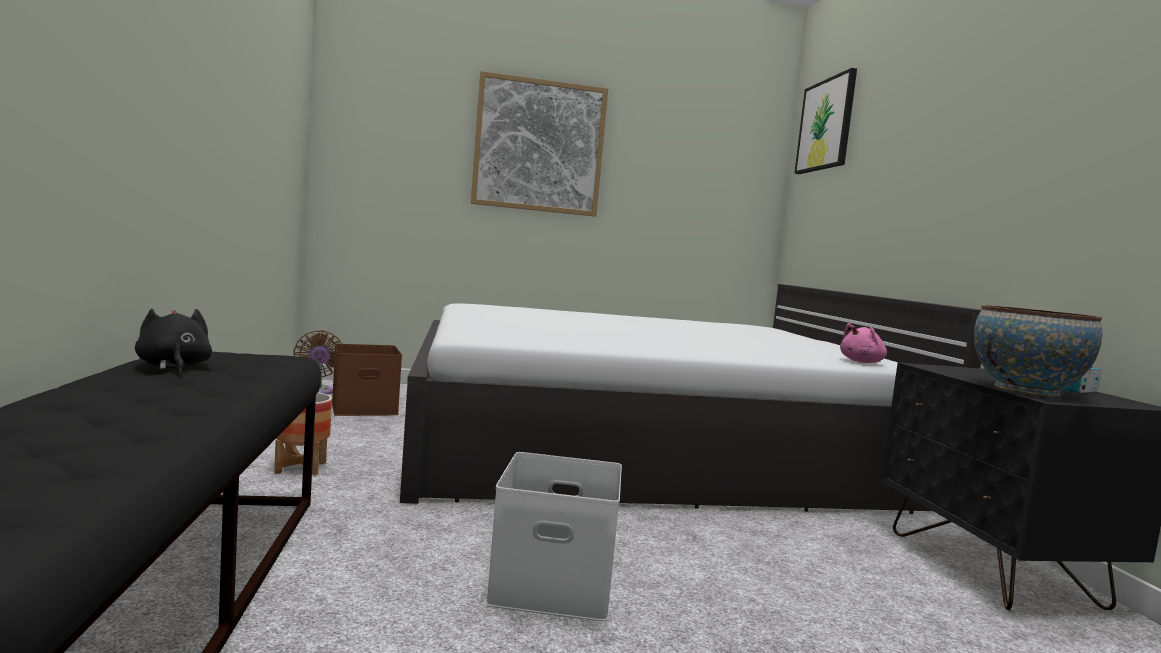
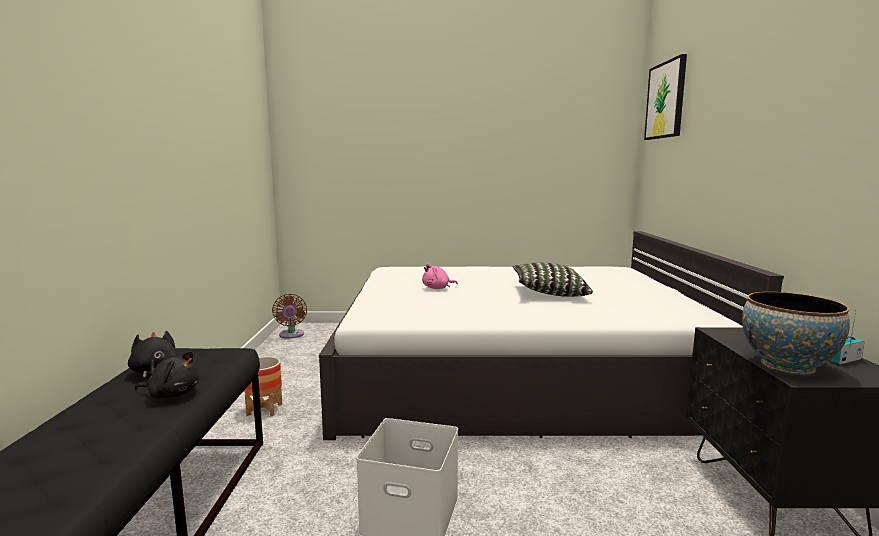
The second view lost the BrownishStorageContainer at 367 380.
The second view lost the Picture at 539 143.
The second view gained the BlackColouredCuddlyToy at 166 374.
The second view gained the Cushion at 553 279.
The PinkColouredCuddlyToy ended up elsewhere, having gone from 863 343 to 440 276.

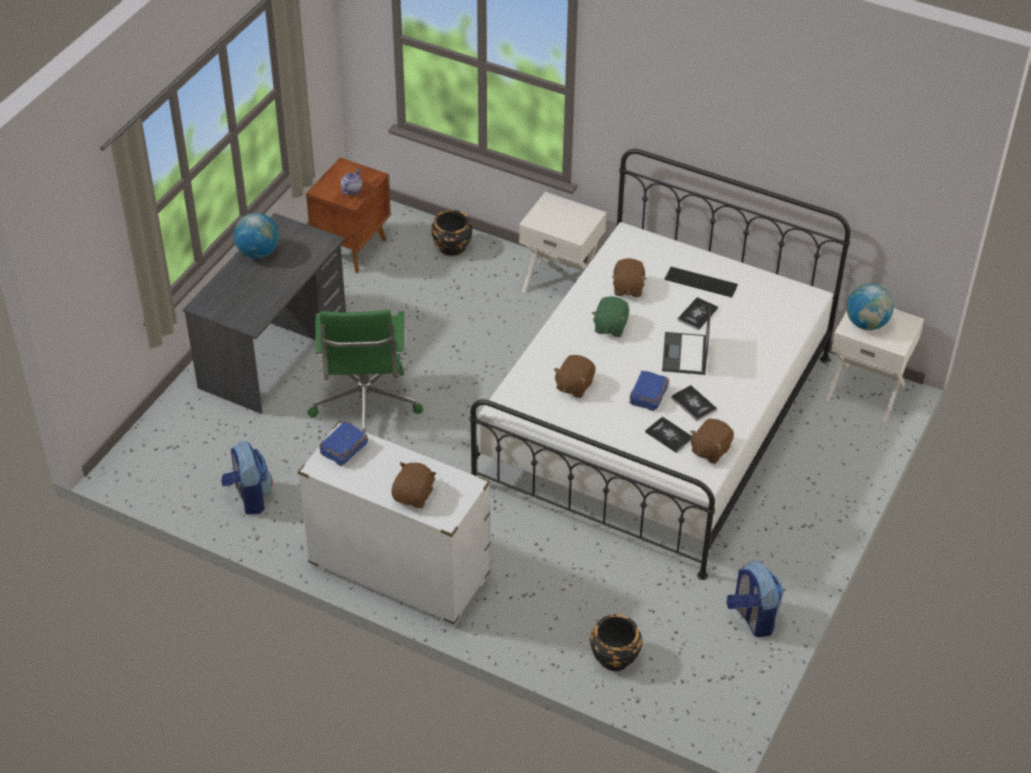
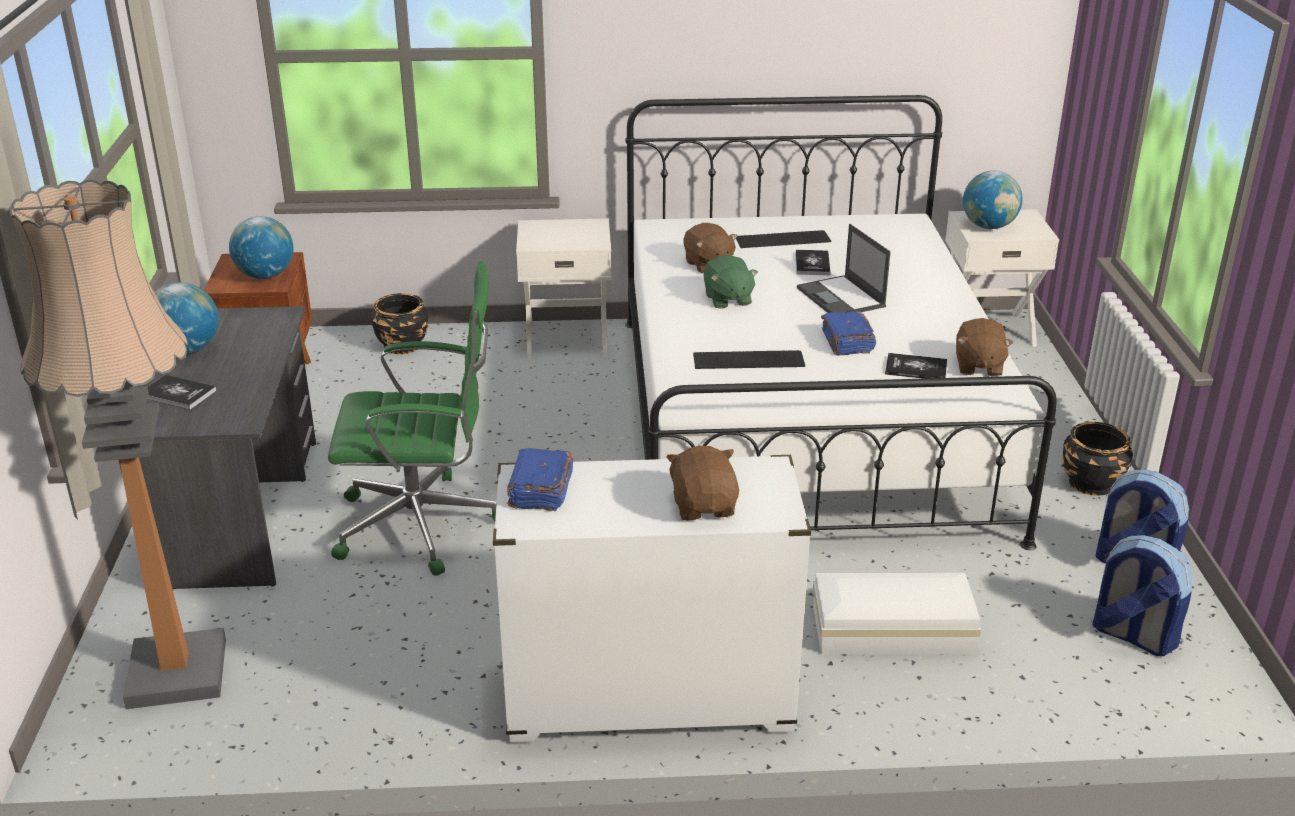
The second view gained the StandardLamp at 117 444.
The second view gained the WhitishStorageContainer at 897 613.
The Knapsack ended up elsewhere, having gone from 247 478 to 1143 595.
The BlackColouredPlanter ended up elsewhere, having gone from 616 642 to 1098 459.
The Book ended up elsewhere, having gone from 694 403 to 181 392.
Where the Teapot stood at 351 181, the WorldGlobe came to stand at 261 247.
Where the BrownishCuddlyToy stood at 574 376, the Keyboard came to stand at 749 359.
The GreenishDeskChair at 365 371 ended up facing another way, 60 degrees counterclockwise from before.

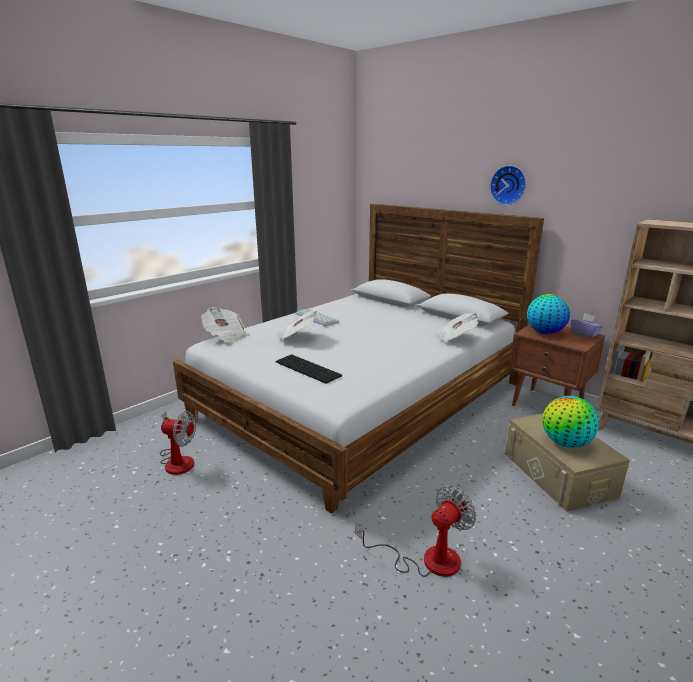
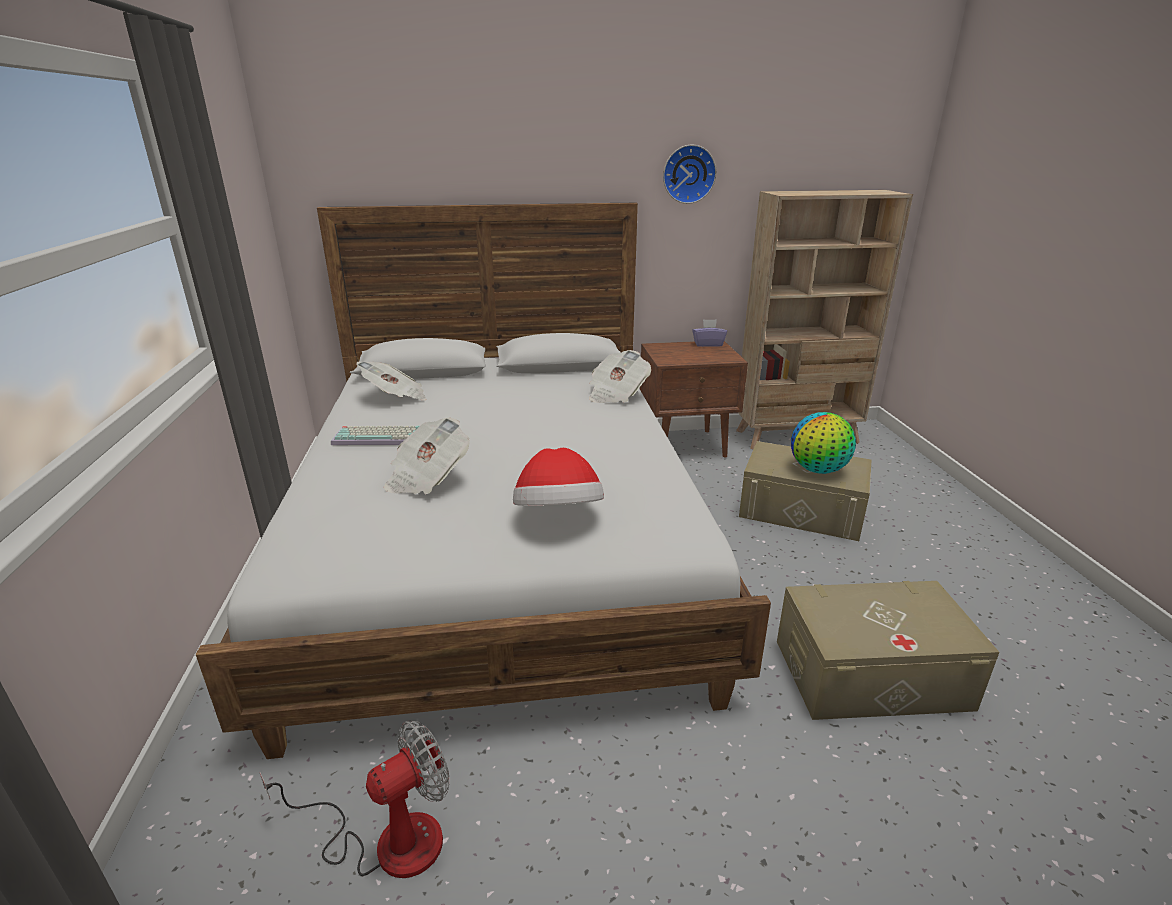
The second view lost the WorldGlobe at 548 314.
The PrintedPaper ended up elsewhere, having gone from 223 325 to 391 381.
The ClockOnTheWall ended up elsewhere, having gone from 508 185 to 689 174.
Where the Keyboard stood at 309 369, the Hat came to stand at 558 477.
Where the ElectricFan stood at 415 531, the BeigeStorageContainer came to stand at 888 650.

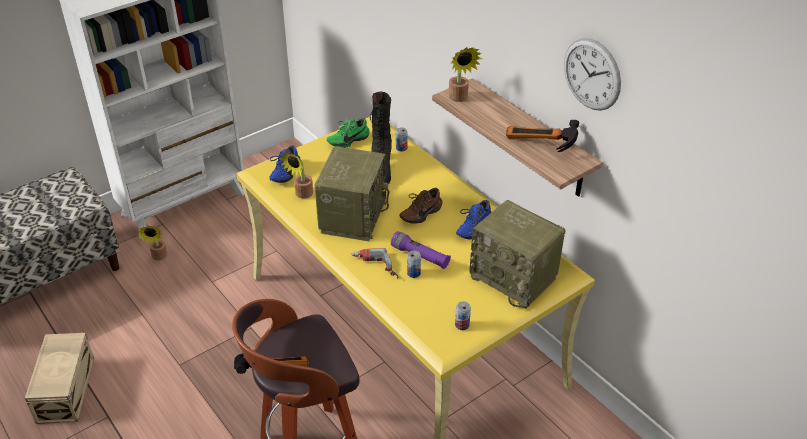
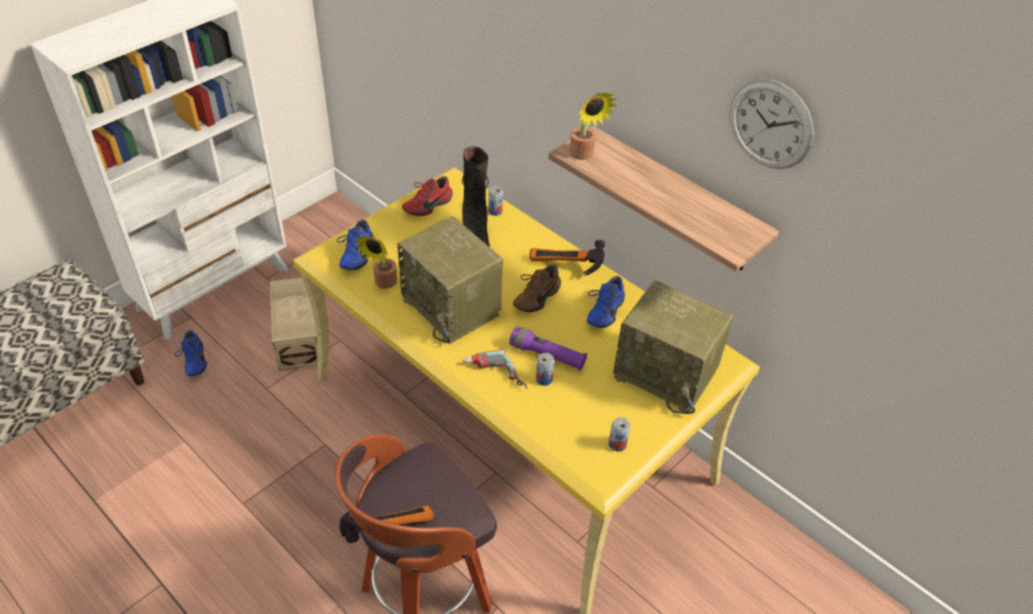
The BeigeStorageContainer ended up elsewhere, having gone from 59 378 to 294 324.
The HandHammer ended up elsewhere, having gone from 542 136 to 567 258.
Where the Houseplant stood at 152 243, the BluishItemOfFootwear came to stand at 191 353.
What was the GreenishItemOfFootwear at 348 133 turned into the RedColouredItemOfFootwear at 427 196.
The RadioReceiver at 352 193 ended up facing another way, 135 degrees clockwise from before.

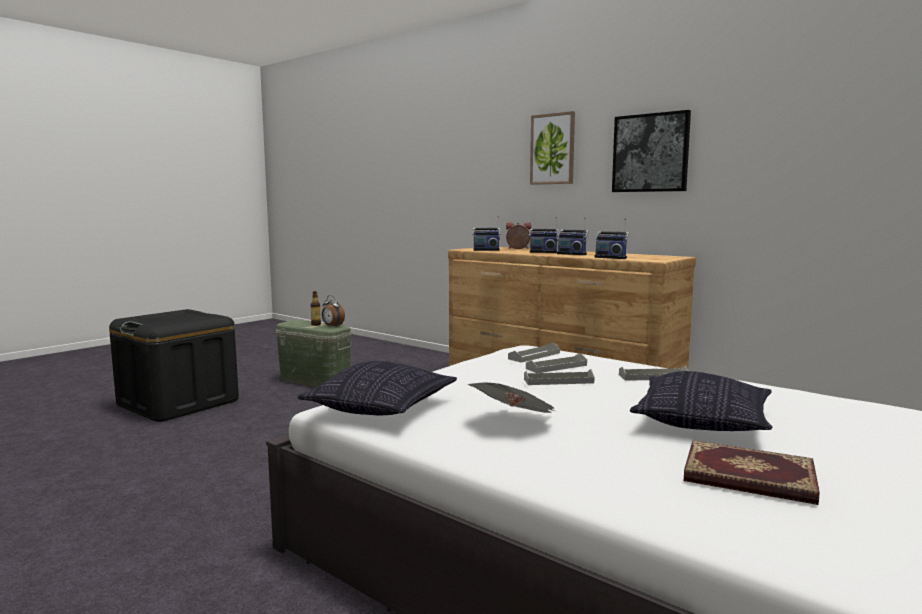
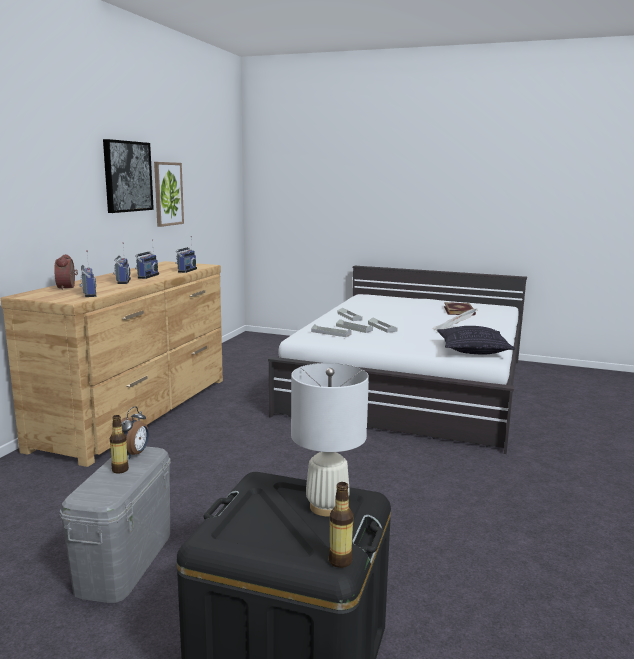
The second view lost the Cushion at 701 401.
The second view gained the WhitishLampForATable at 330 440.
The second view gained the Bottle at 341 525.
The Picture ended up elsewhere, having gone from 552 148 to 169 194.
What was the GreenishStorageContainer at 314 353 turned into the GreyishStorageContainer at 115 525.

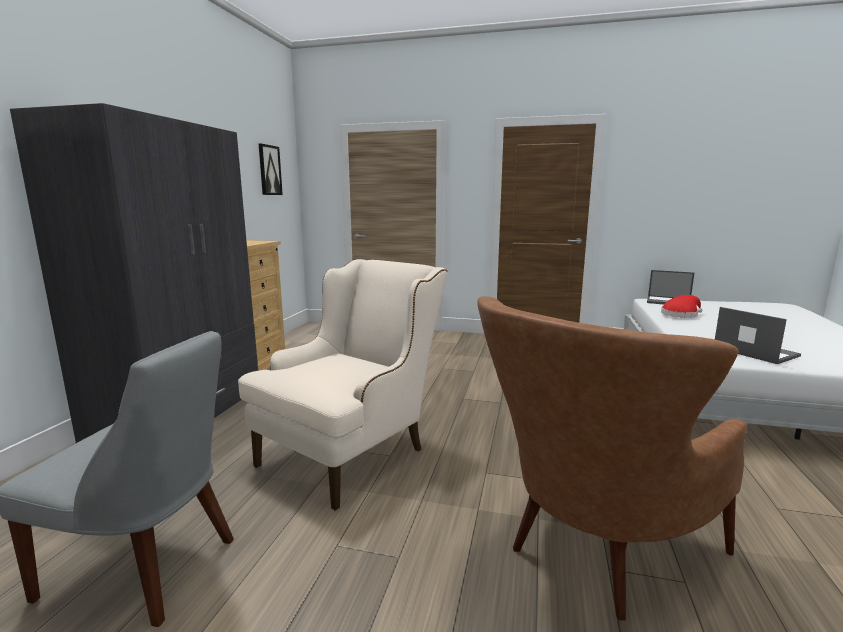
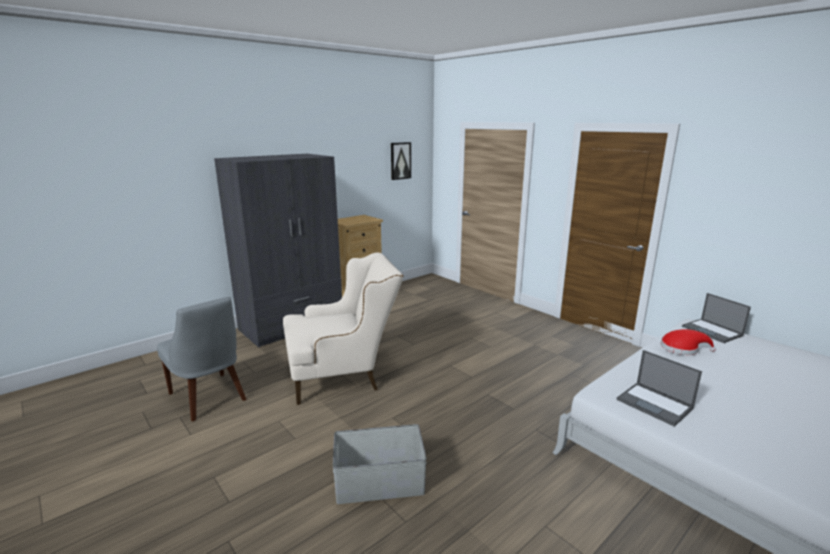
Where the BrownishArmchair stood at 612 458, the GreyishStorageContainer came to stand at 380 464.
The Laptop at 758 335 ended up facing another way, 135 degrees clockwise from before.

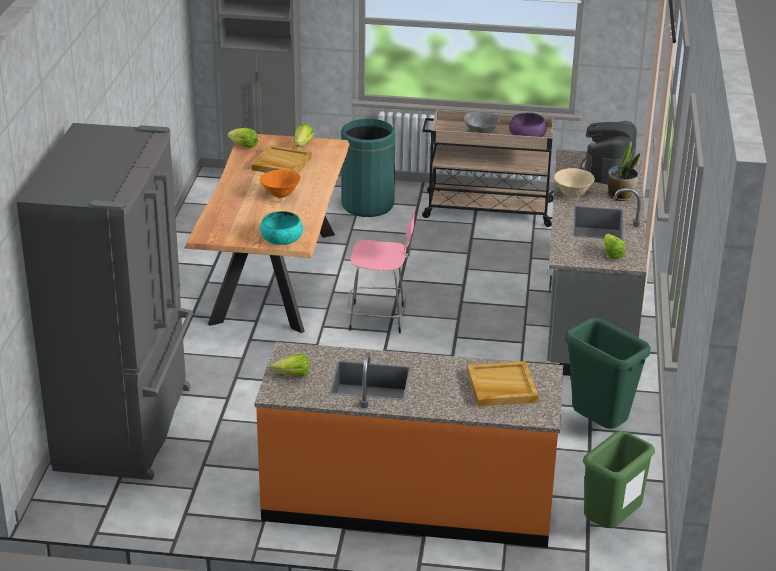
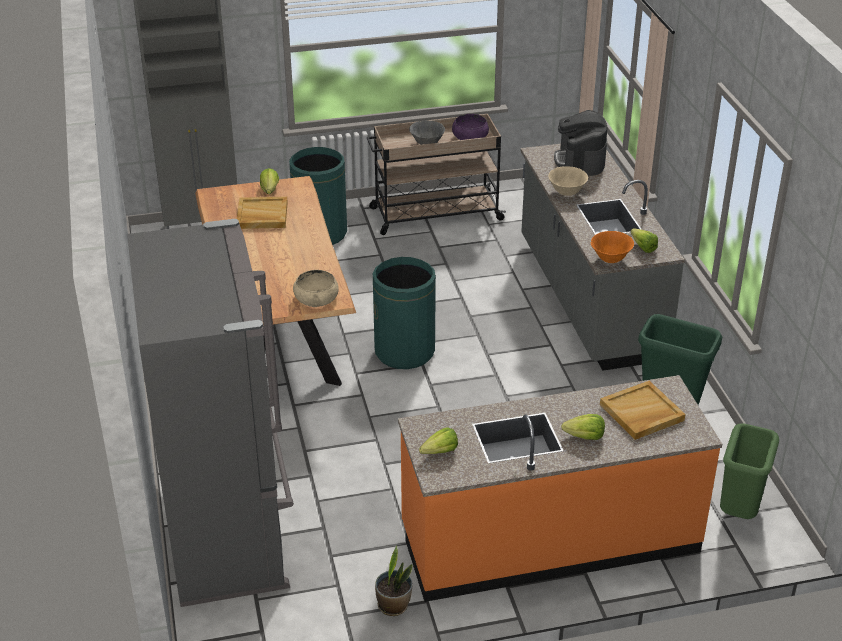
The HeadOfLettuce ended up elsewhere, having gone from 242 138 to 583 427.
The OrangeyDeepDish ended up elsewhere, having gone from 280 184 to 612 247.
The Houseplant ended up elsewhere, having gone from 624 171 to 394 580.
Where the PinkColouredStoolSeat stood at 381 271, the GreenishTrashCan came to stand at 404 313.
What was the TurquoiseDeepDish at 281 228 turned into the BeigeDeepDish at 316 288.

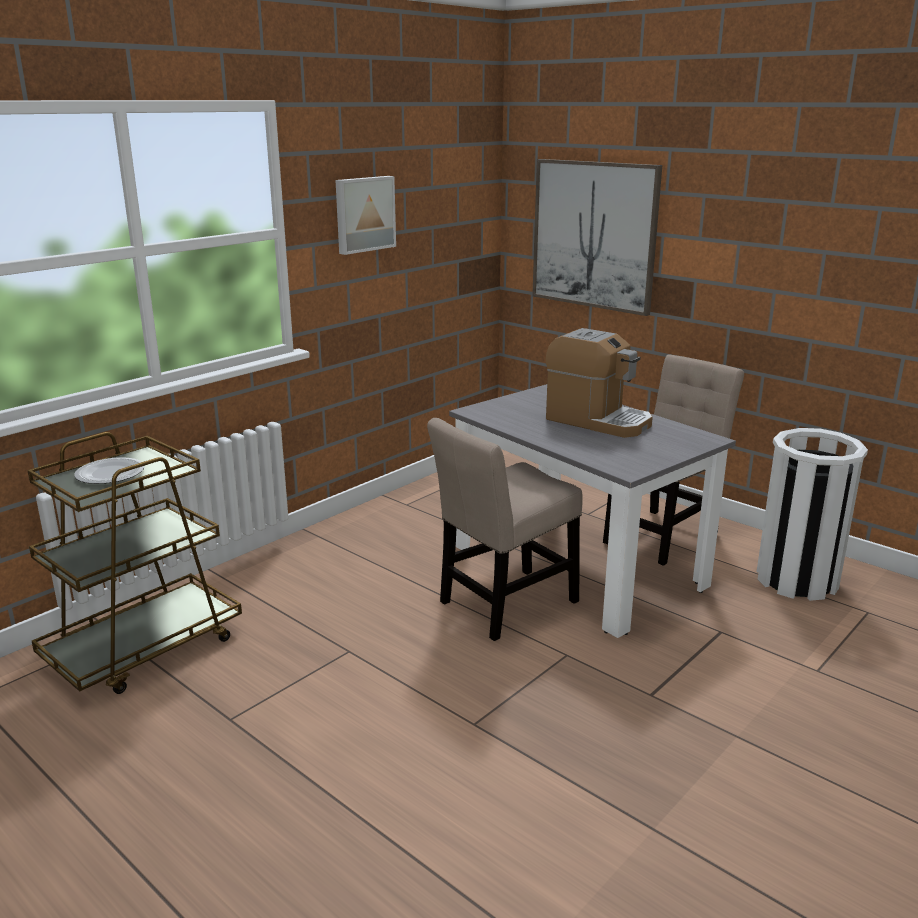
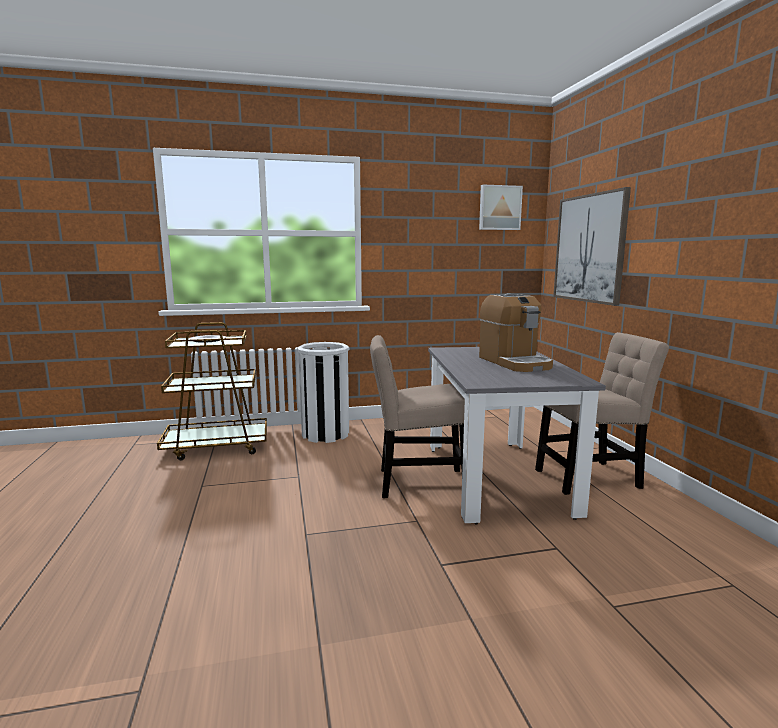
The Picture ended up elsewhere, having gone from 365 215 to 501 207.
The WhitishTrashCan ended up elsewhere, having gone from 812 514 to 323 392.

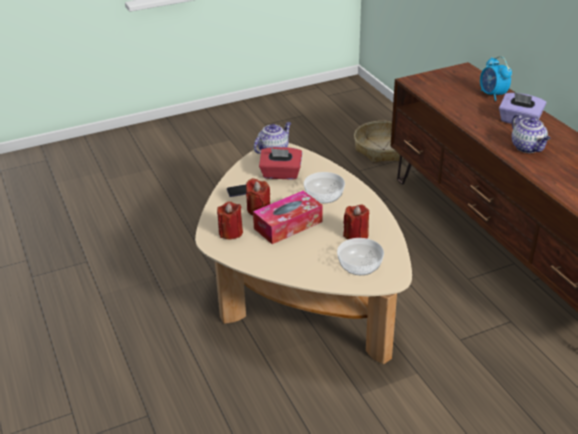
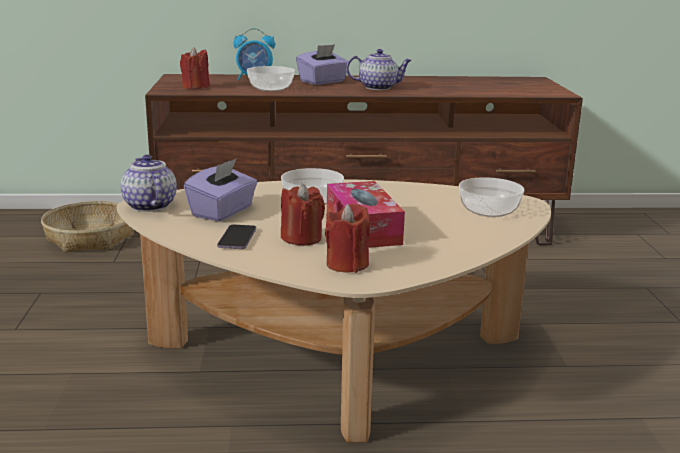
The second view gained the DeepDish at 271 78.
The RedColouredCandle ended up elsewhere, having gone from 356 222 to 195 68.
What was the RedColouredTissueHolder at 280 163 turned into the PurpleColouredTissueHolder at 221 190.

